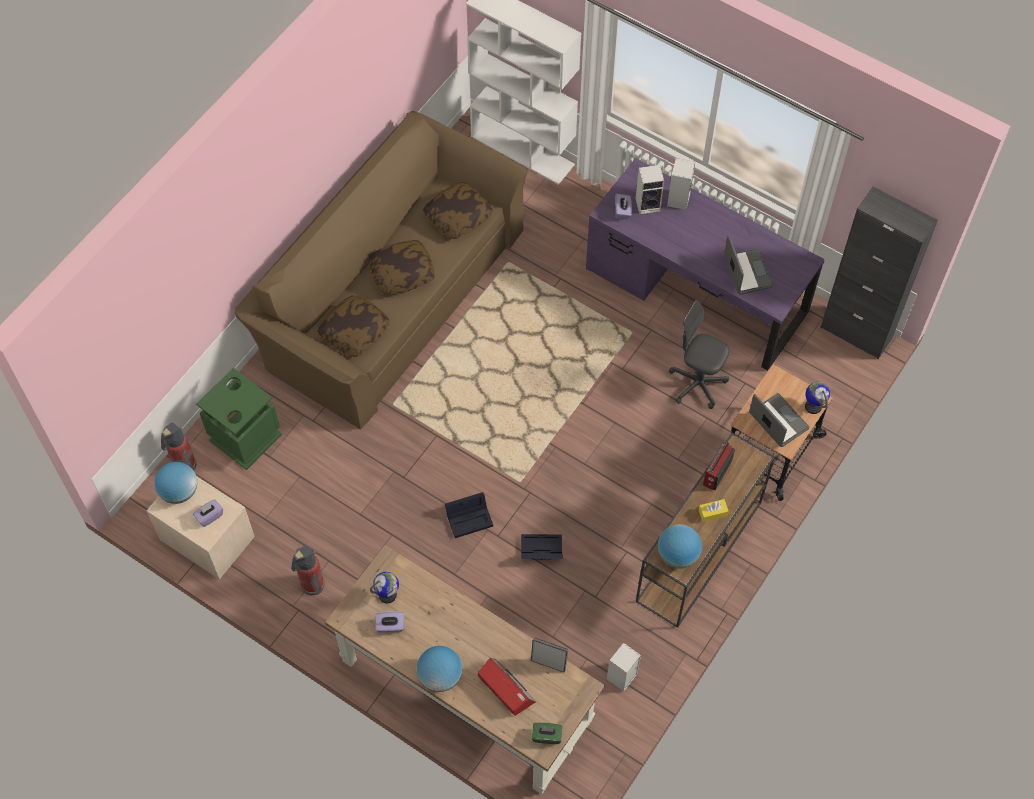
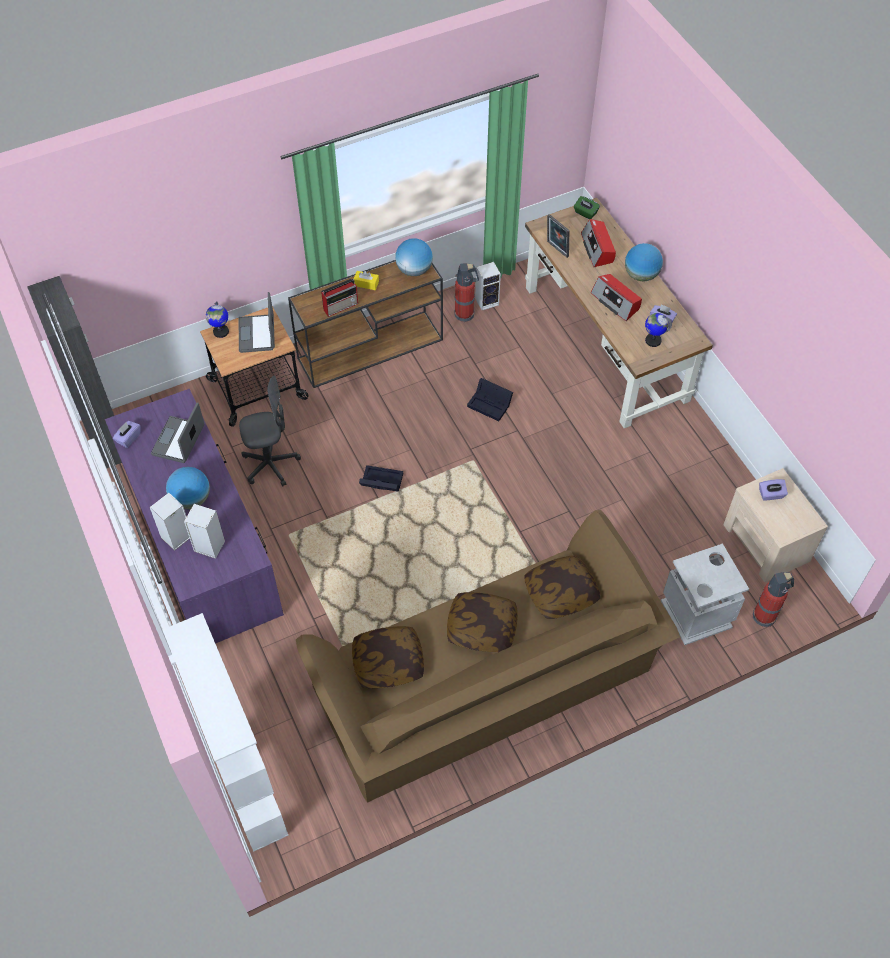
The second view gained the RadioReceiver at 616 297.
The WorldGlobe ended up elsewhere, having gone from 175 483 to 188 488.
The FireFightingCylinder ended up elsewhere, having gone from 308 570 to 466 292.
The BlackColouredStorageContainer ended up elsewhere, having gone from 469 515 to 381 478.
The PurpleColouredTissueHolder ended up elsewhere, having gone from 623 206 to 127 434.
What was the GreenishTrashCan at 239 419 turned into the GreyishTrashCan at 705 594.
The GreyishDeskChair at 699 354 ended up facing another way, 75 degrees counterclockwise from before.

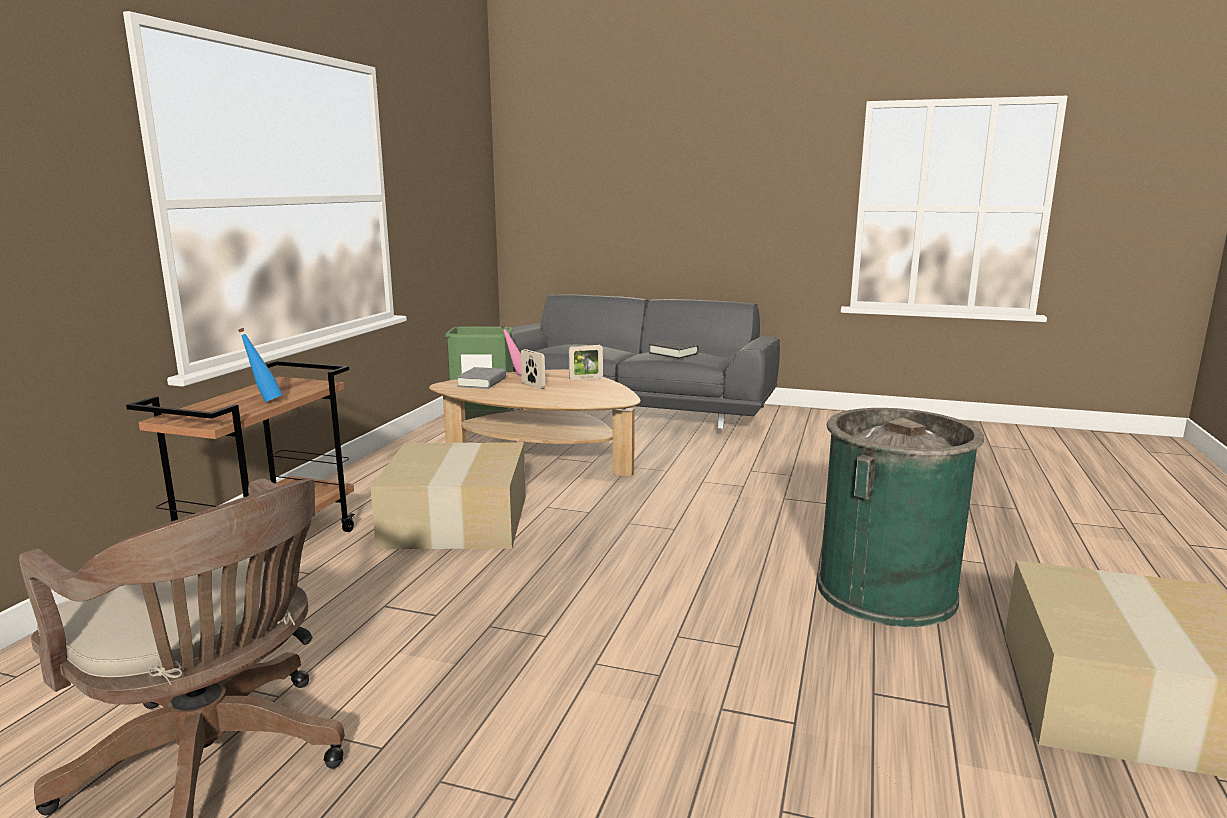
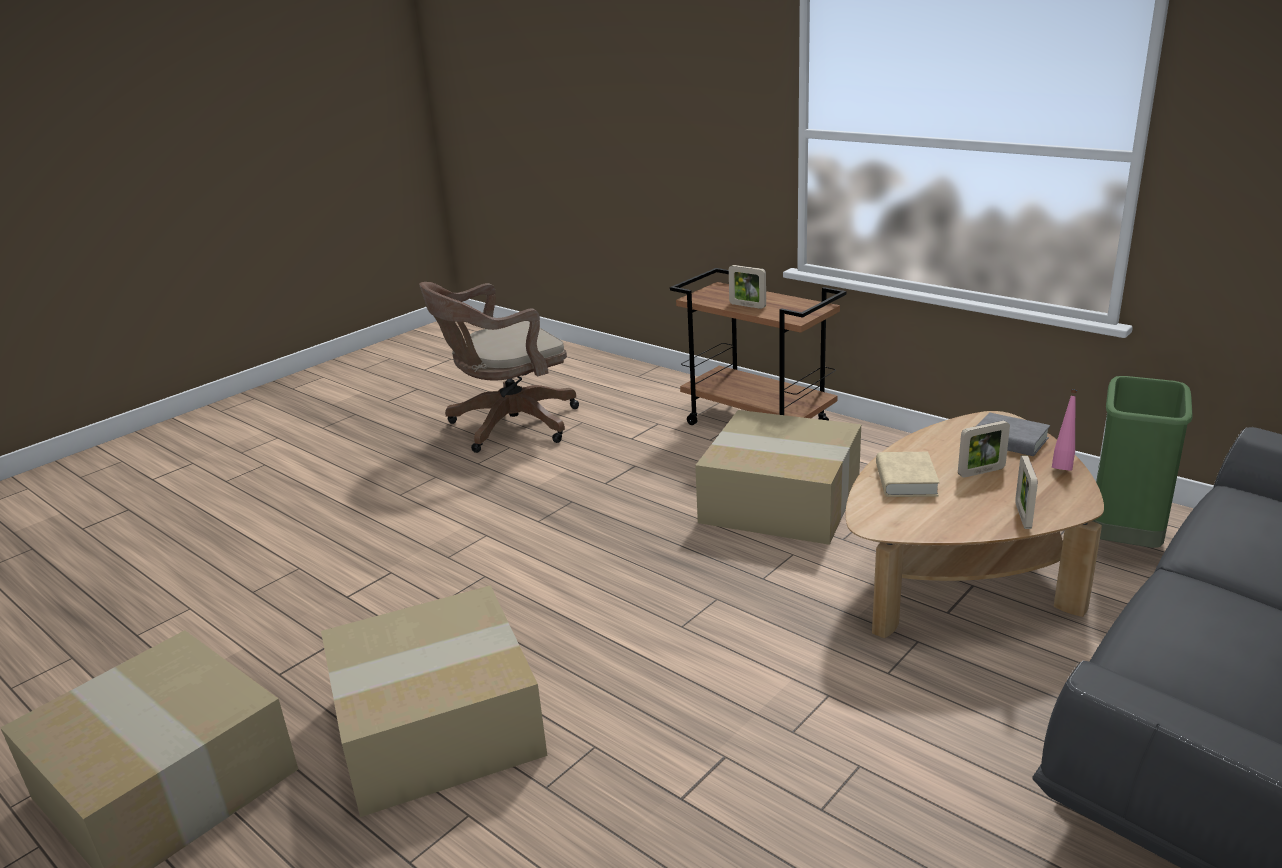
The second view lost the BlackColouredBook at 673 349.
The second view gained the BeigeBook at 908 474.
Where the BluishBottle stood at 260 365, the StandingFrame came to stand at 747 287.
Where the GreenishTrashCan stood at 901 517, the PackingBox came to stand at 434 701.

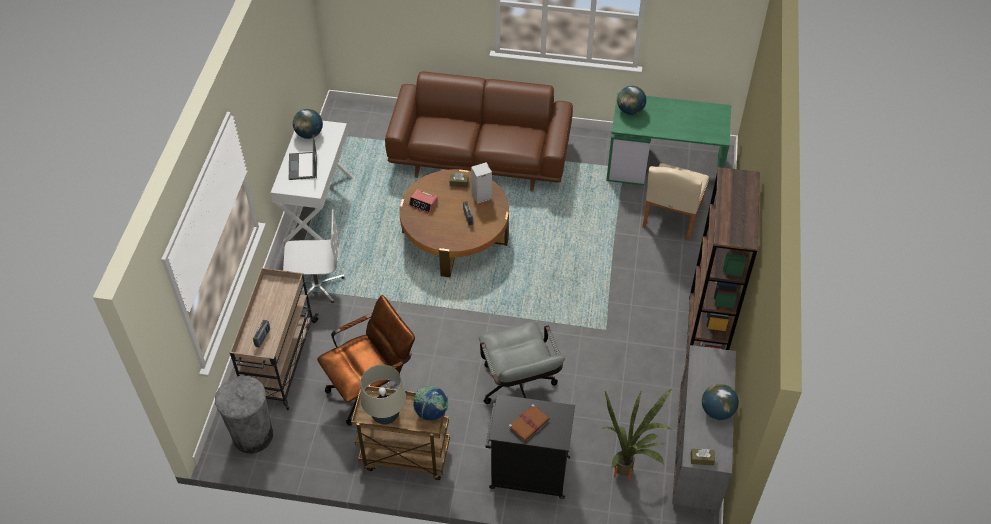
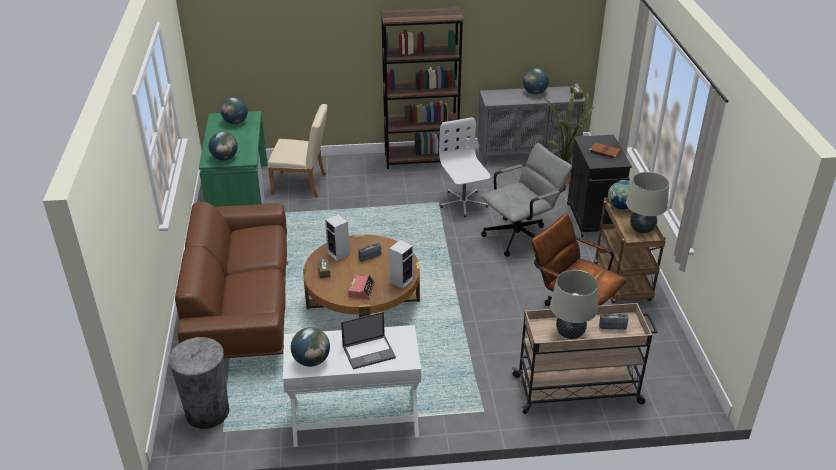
The second view gained the WorldGlobe at 234 110.
The second view gained the Loudspeaker at 401 264.
The second view gained the BeigeLampForATable at 574 304.
The GreyishTrashCan ended up elsewhere, having gone from 244 415 to 199 383.
The WhitishDeskChair ended up elsewhere, having gone from 314 256 to 465 167.

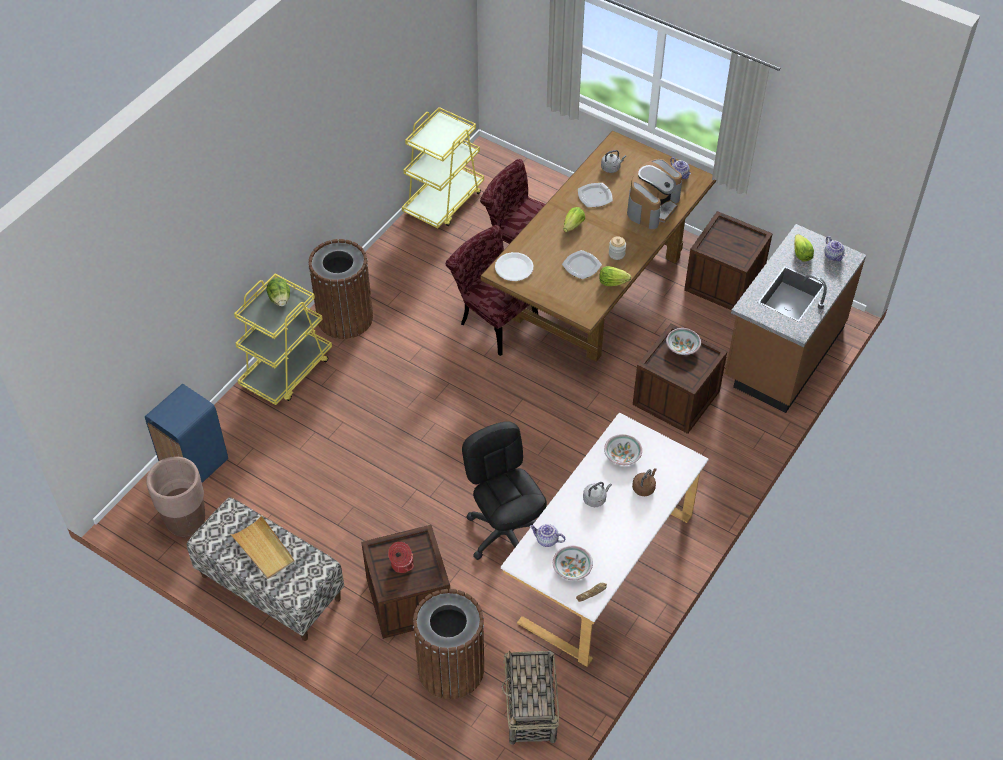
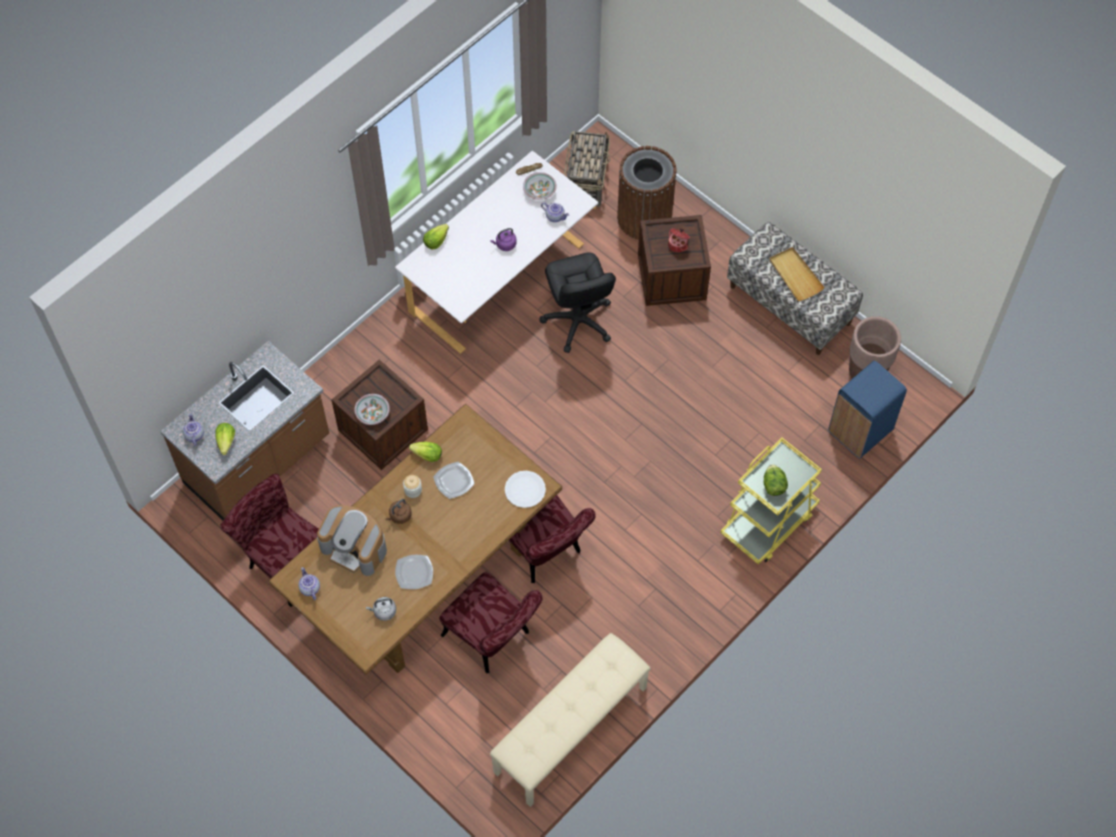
The second view lost the BrownishTrashCan at 341 289.
The second view lost the DeepDish at 623 449.
The HeadOfLettuce ended up elsewhere, having gone from 574 219 to 436 237.
The BrownishTeaKettle ended up elsewhere, having gone from 644 482 to 398 511.
Where the YellowColouredCart stood at 443 167, the BeigeLongSeat came to stand at 570 720.
Where the ShippingCrate stood at 728 260, the RedColouredChair came to stand at 269 540.
What was the GreyishTeaKettle at 597 494 turned into the PurpleColouredTeaKettle at 503 239.
The CoffeeMachine at 654 194 ended up facing another way, 105 degrees counterclockwise from before.

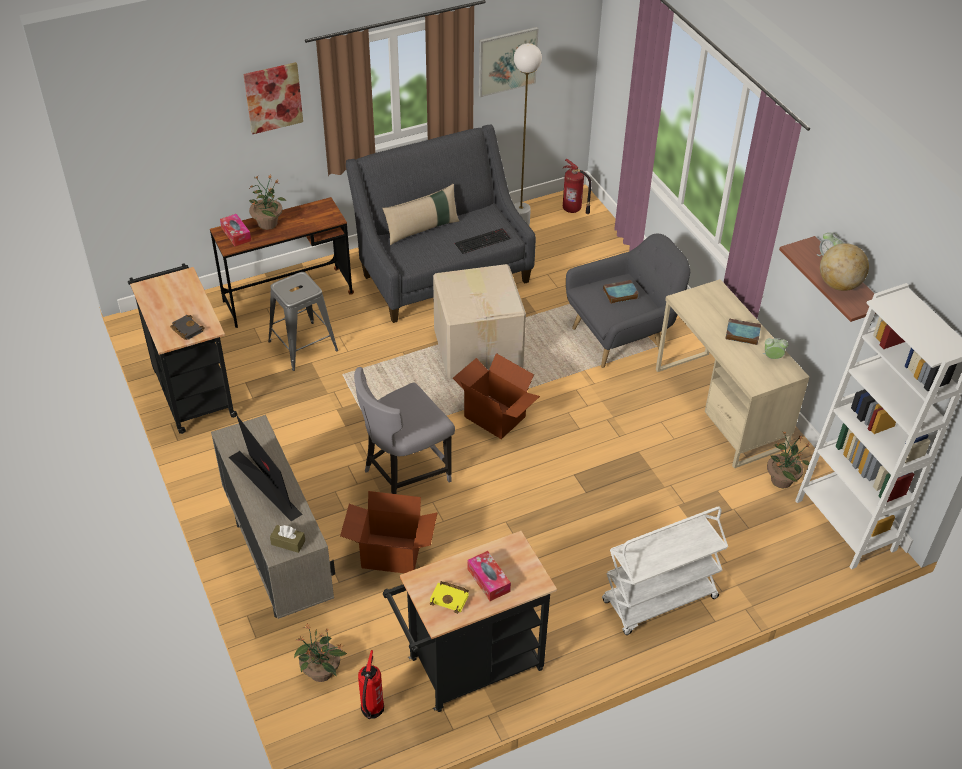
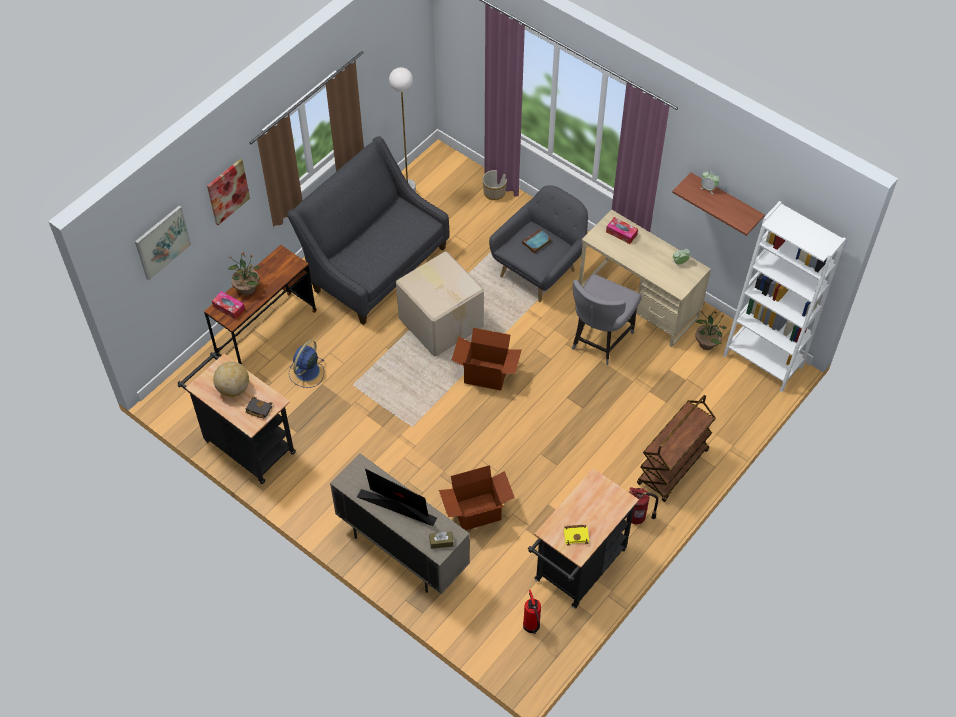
The second view lost the Houseplant at 320 652.
The second view lost the BeigeCushion at 420 214.
The second view lost the Keyboard at 483 241.
The second view lost the Book at 743 332.
The second view gained the Planter at 494 185.
The GreyishChair ended up elsewhere, having gone from 404 430 to 606 319.
The TissueHolder ended up elsewhere, having gone from 489 576 to 622 230.
The Picture ended up elsewhere, having gone from 509 62 to 163 242.
The FireFightingCylinder ended up elsewhere, having gone from 577 186 to 644 505.
The WorldGlobe ended up elsewhere, having gone from 844 267 to 231 379.
Where the GreyishStoolSeat stood at 303 321, the BluishElectricFan came to stand at 306 364.
What was the WhitishCart at 665 570 turned into the BrownishCart at 676 448.

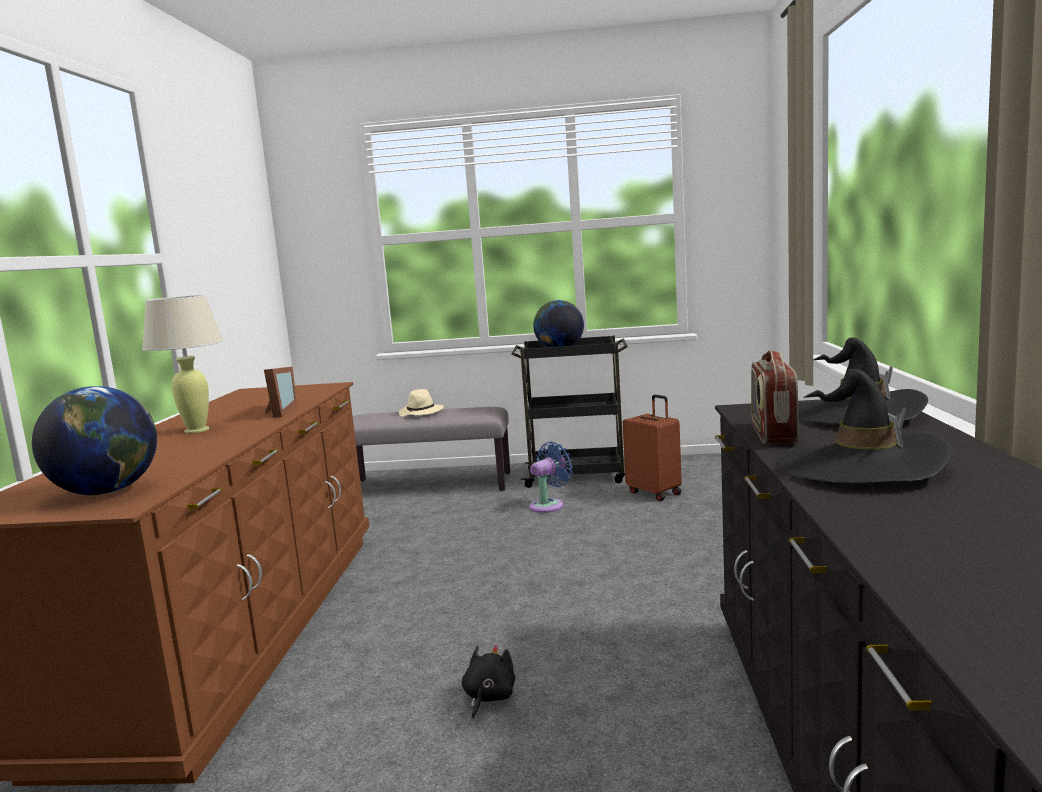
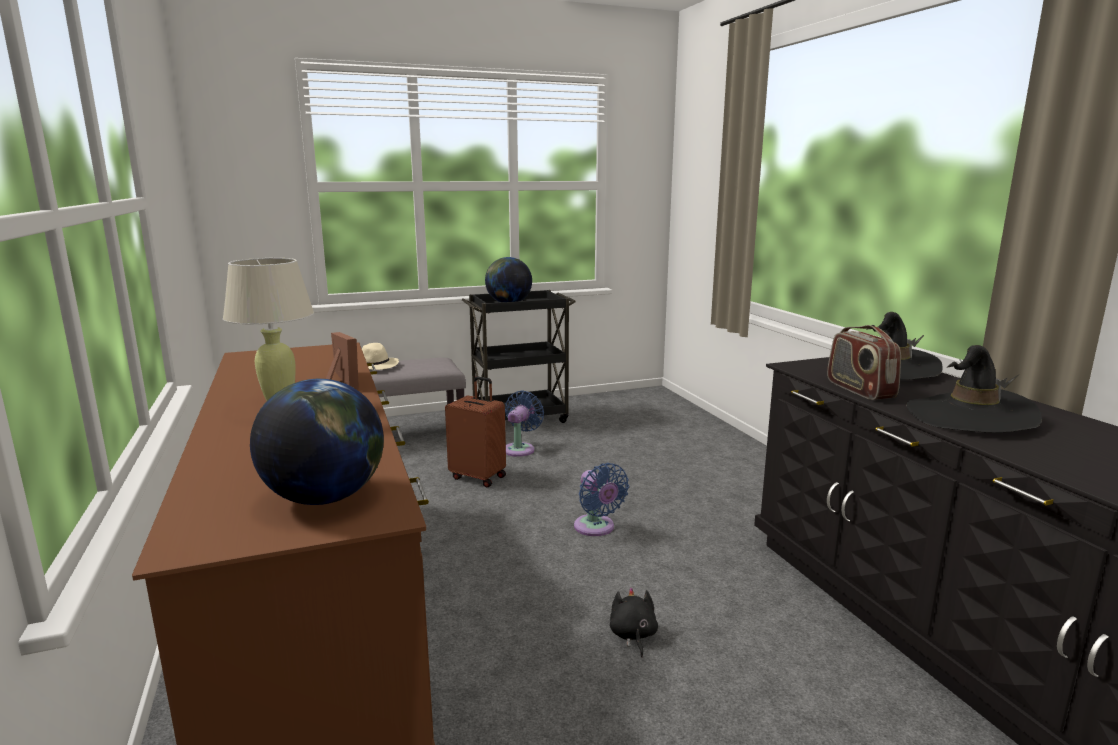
The second view gained the BluishElectricFan at 601 499.
The BrownishSuitcase ended up elsewhere, having gone from 652 448 to 475 431.

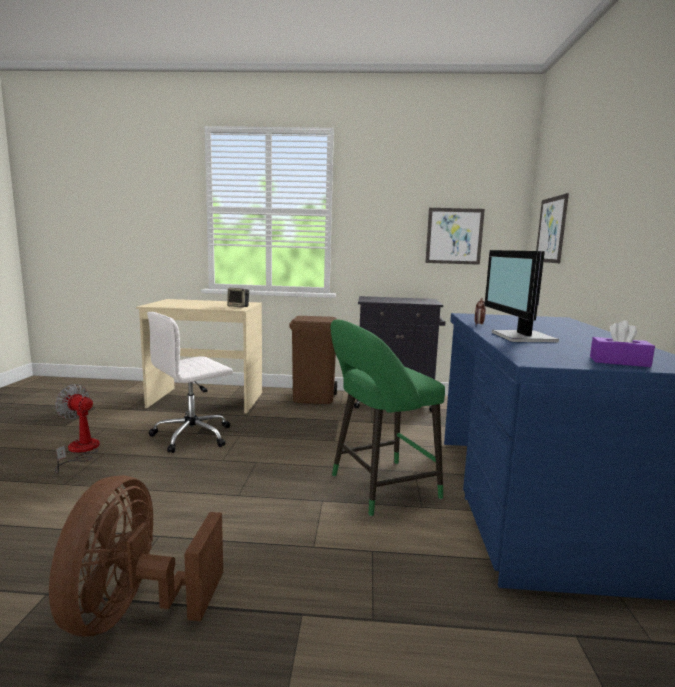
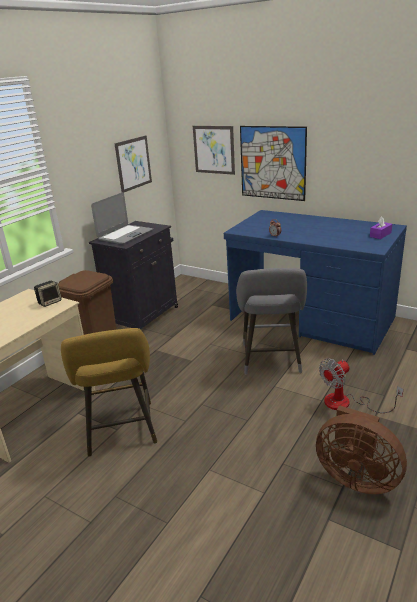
The second view lost the ComputerDisplay at 521 296.
The second view gained the Laptop at 122 218.
The second view gained the Picture at 273 163.
The ElectricFan ended up elsewhere, having gone from 77 429 to 361 385.
Where the WhitishDeskChair stood at 190 382, the YellowColouredStoolSeat came to stand at 109 392.
What was the GreenishStoolSeat at 387 417 turned into the GreyishStoolSeat at 271 321.

